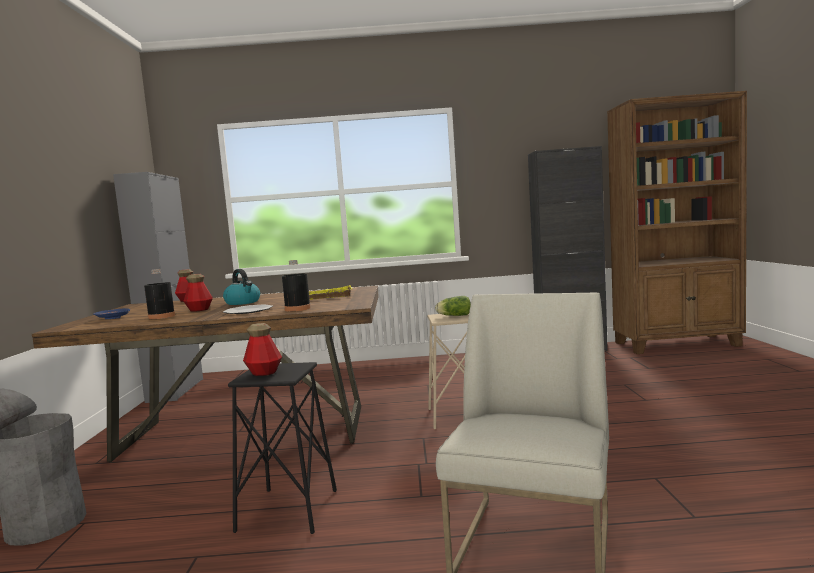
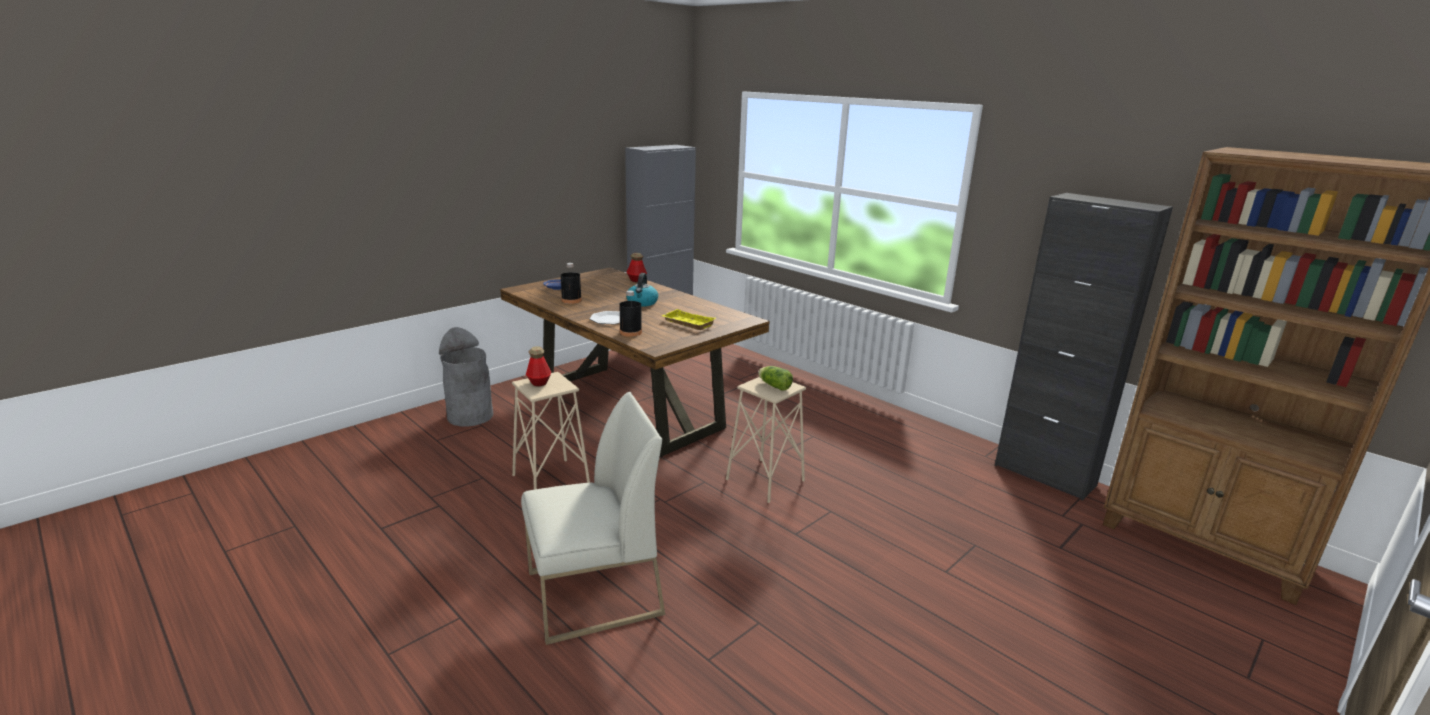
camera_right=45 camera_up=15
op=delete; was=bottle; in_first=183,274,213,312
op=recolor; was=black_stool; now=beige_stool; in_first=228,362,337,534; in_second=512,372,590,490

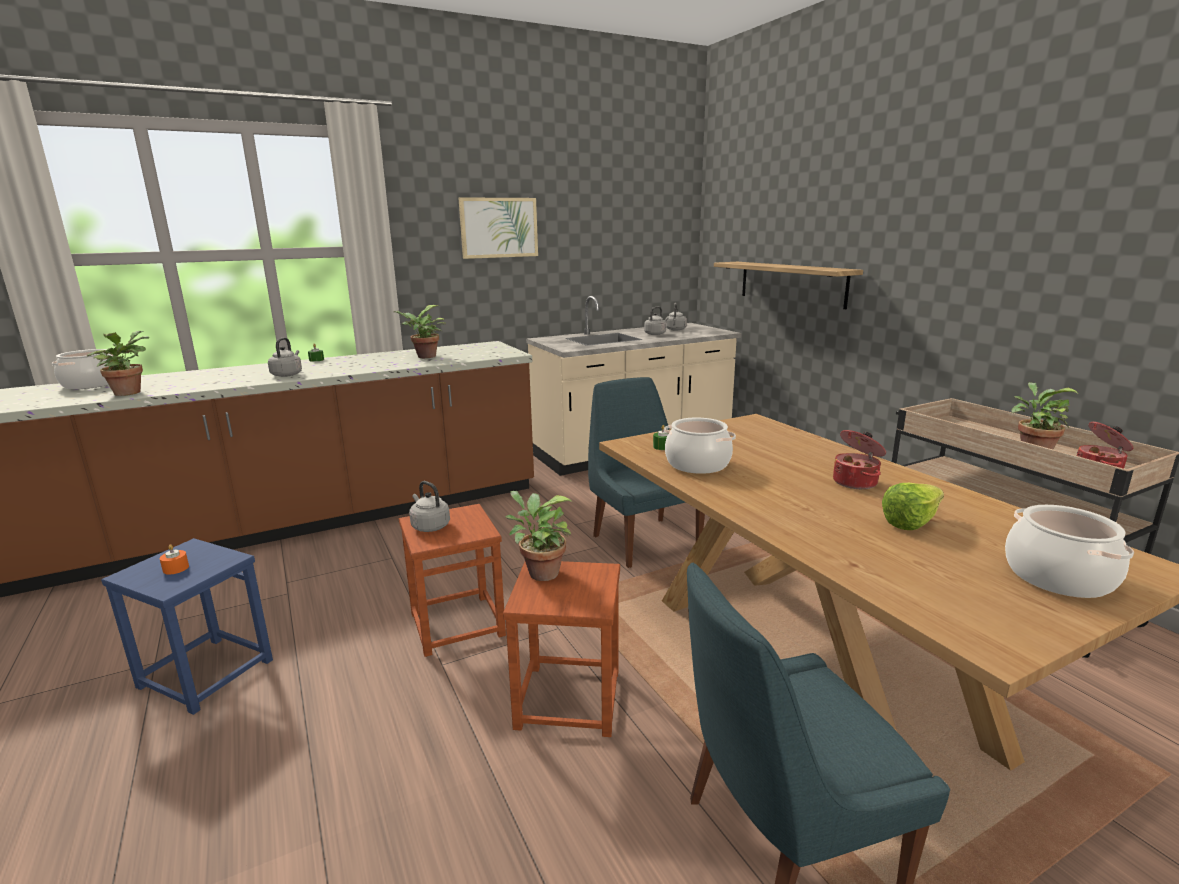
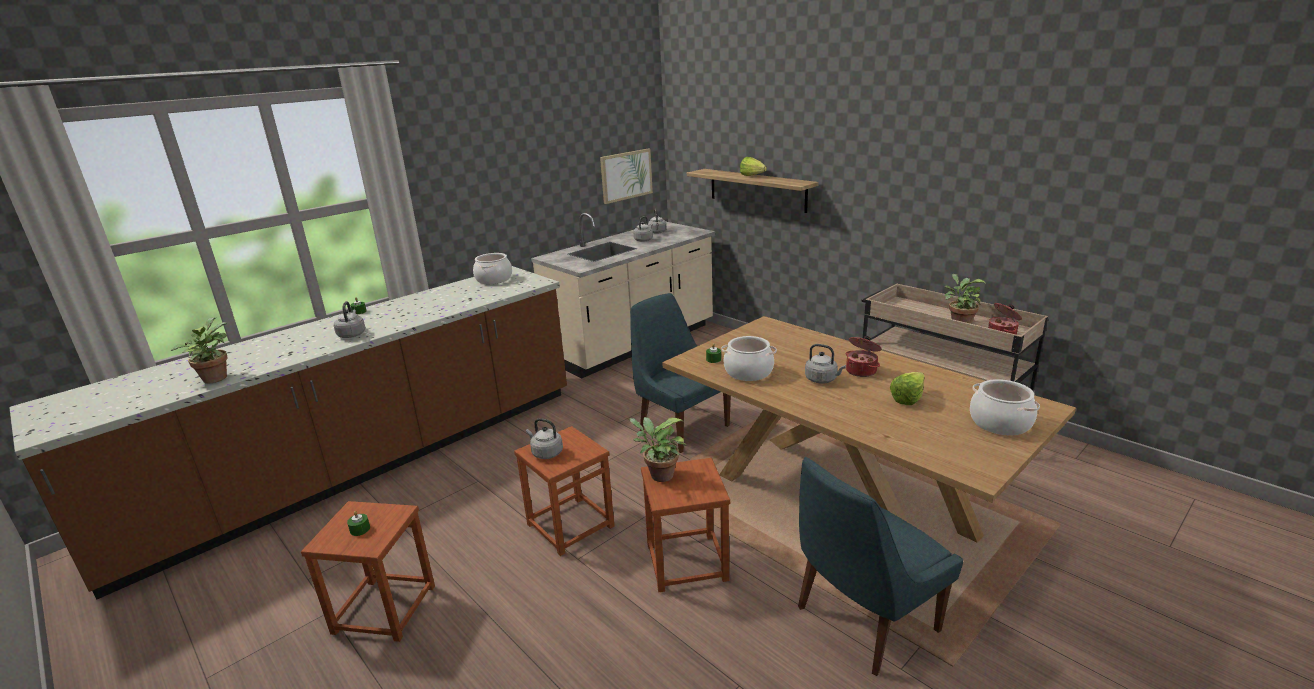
camera_right=-15 camera_up=5
op=move; was=cooking_pot; in_first=52,349,113,389; in_second=473,253,512,284
op=recolor; was=blue_stool; now=brown_stool; in_first=101,538,273,715; in_second=301,501,435,642
op=recolor; was=orange_candle; now=green_candle; in_first=160,544,189,575; in_second=347,511,370,536
op=delete; was=potted_plant; in_first=394,305,446,358
op=move; was=picture; in_first=458,197,538,259; in_second=600,149,653,204
op=insert; now=lettuce; in_second=740,157,767,176
op=insert; now=grey_kettle; in_second=805,344,846,384

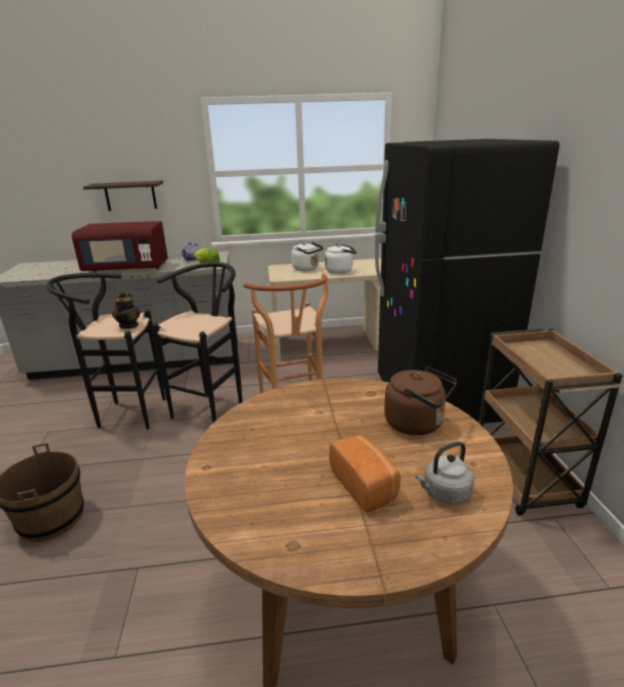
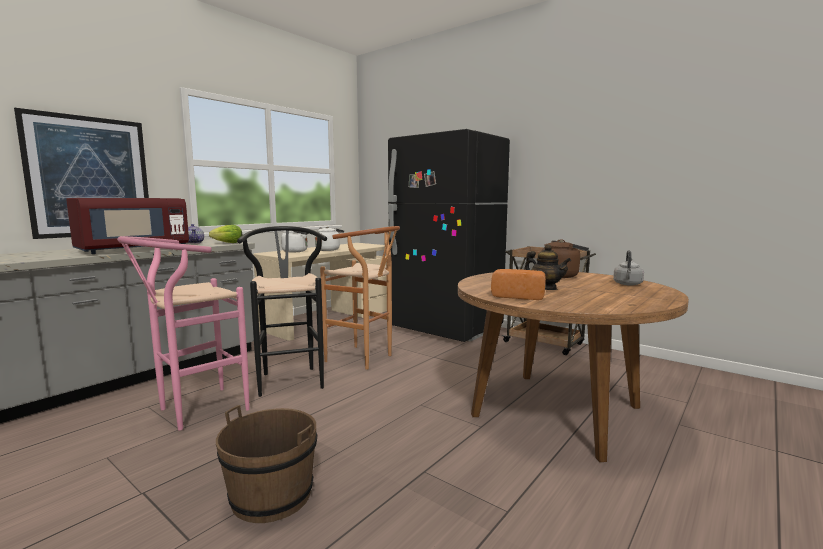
camera_right=-45 camera_up=-15
op=recolor; was=black_stool; now=pink_stool; in_first=46,273,165,429; in_second=117,236,249,430
op=replace; was=shelf; now=picture; in_first=83,181,163,211; in_second=14,108,149,239
op=move; was=teapot; in_first=112,291,140,329; in_second=524,244,571,290
op=move; was=bread; in_first=329,435,401,513; in_second=491,269,546,300

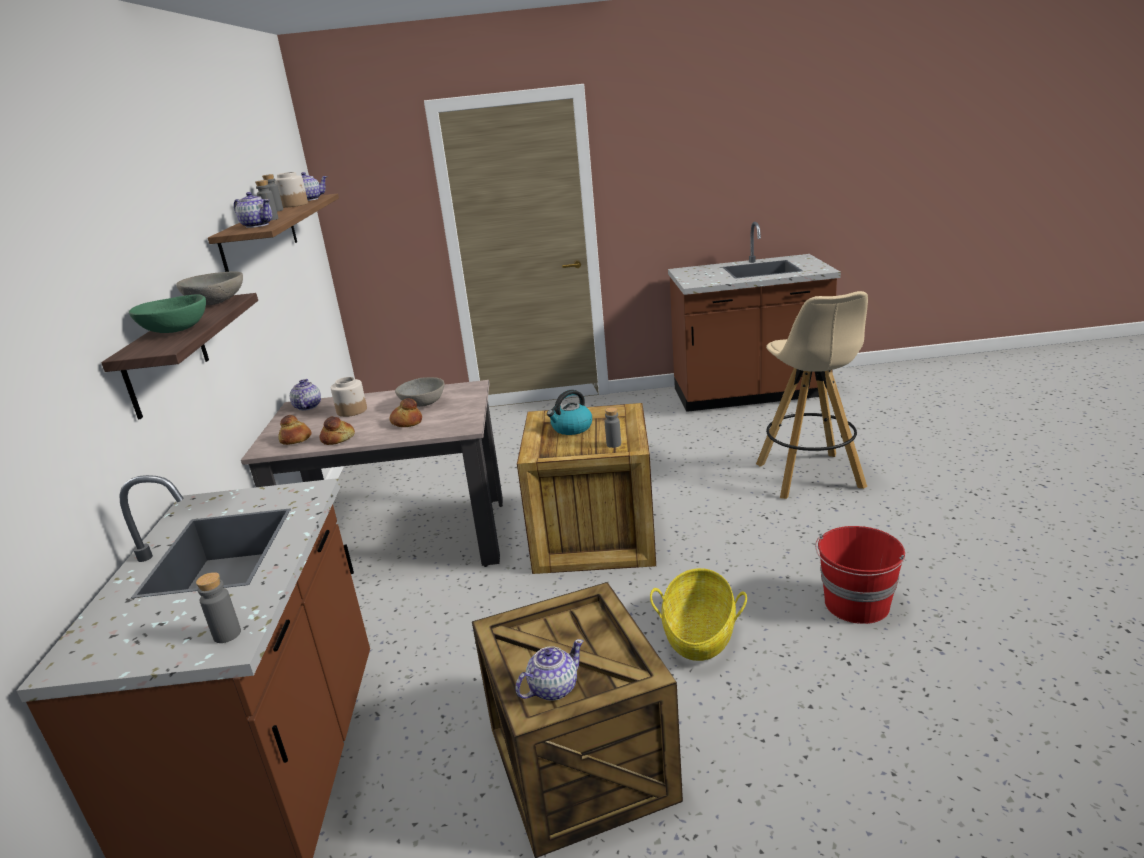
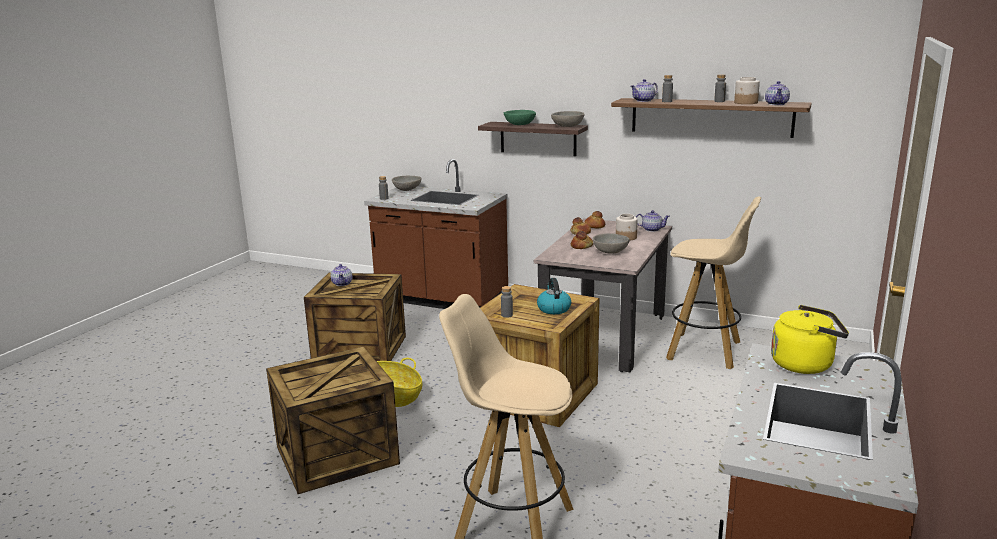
camera_right=115 camera_up=-5
op=replace; was=red_bucket; now=crate; in_first=815,526,905,624; in_second=266,347,400,494
op=insert; now=grey_bowl; in_second=392,176,421,191
op=insert; now=beige_stool; in_second=666,196,761,369
op=insert; now=yellow_kettle; in_second=771,305,849,374

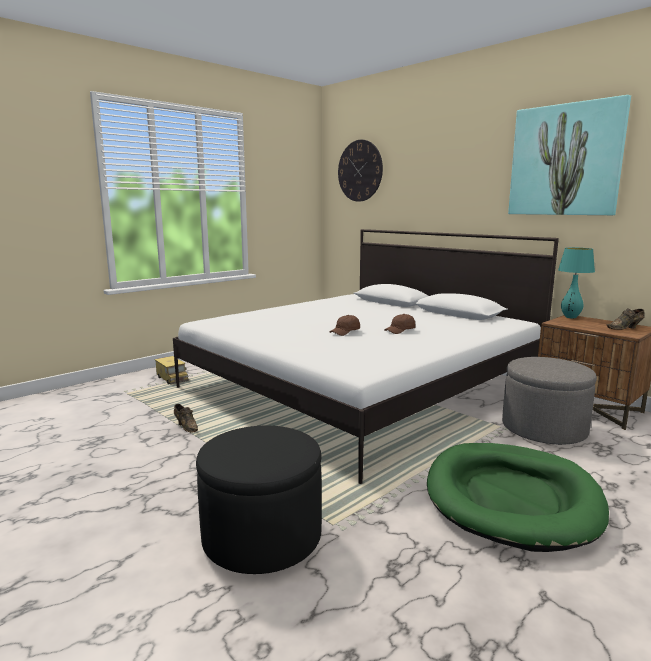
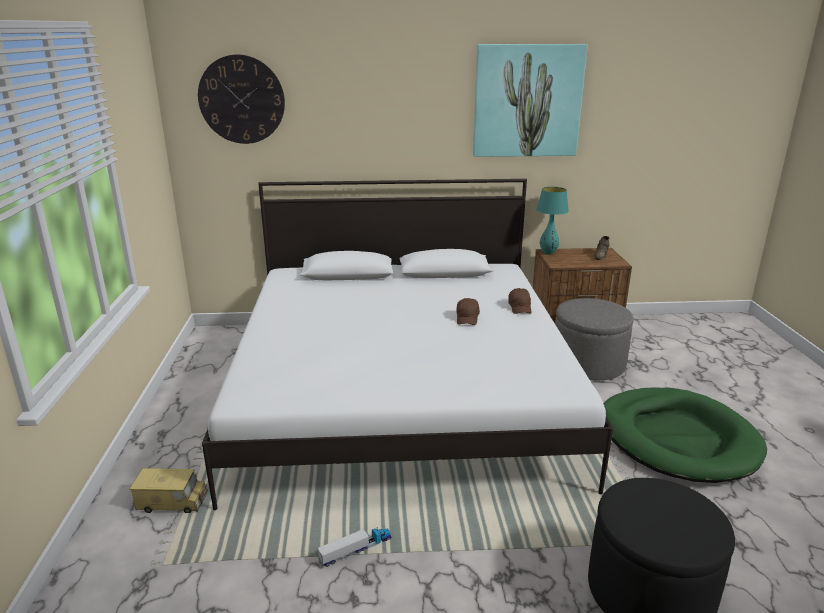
camera_right=-50 camera_up=10
op=replace; was=brown_shoe; now=toy_truck; in_first=174,404,198,432; in_second=317,527,391,567
op=move; was=brown_cap; in_first=330,315,360,336; in_second=508,288,531,314

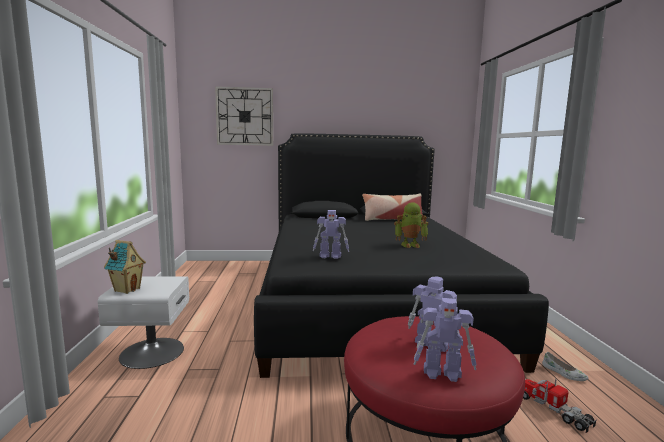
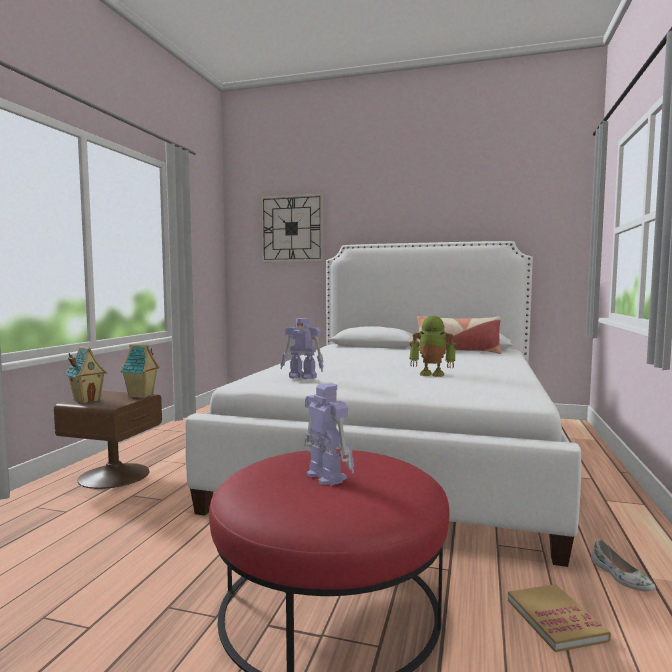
camera_right=20 camera_up=-5
op=recolor; was=white_nightstand; now=brown_nightstand; in_first=98,276,189,369; in_second=54,391,162,489
op=recolor; was=black_bed; now=white_bed; in_first=254,134,549,378; in_second=185,241,581,567
op=delete; was=toy_robot; in_first=414,298,477,382
op=replace; was=toy_truck; now=book; in_first=523,378,596,434; in_second=508,584,611,652
op=insert; now=toy_house; in_second=120,344,160,398

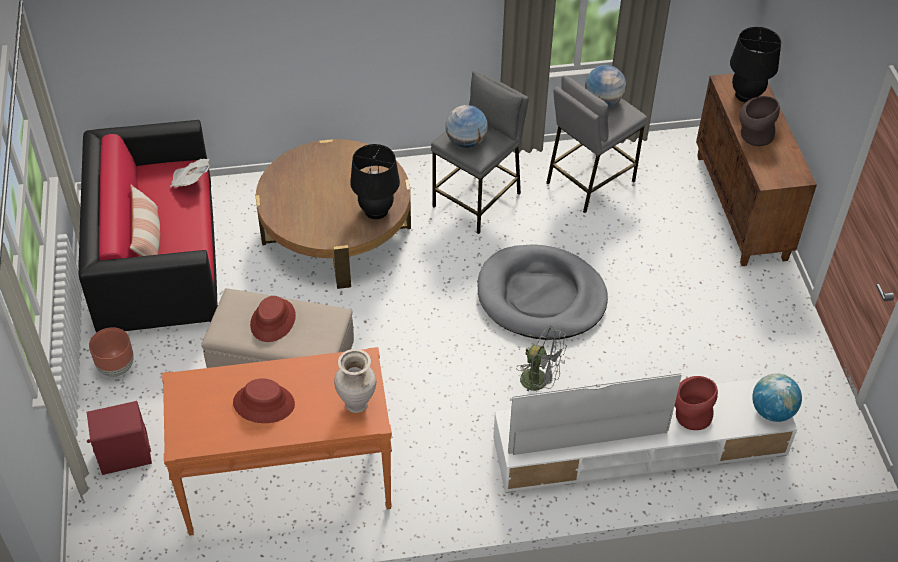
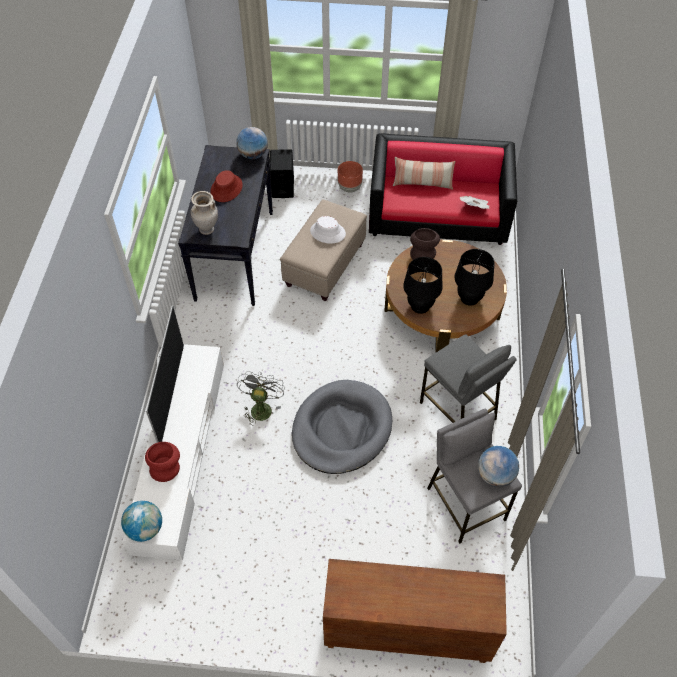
camera_right=105 camera_up=5
op=recolor; was=red_speaker; now=black_speaker; in_first=87,401,152,475; in_second=270,149,294,198
op=recolor; was=orange_console_table; now=black_console_table; in_first=162,347,392,536; in_second=178,145,273,306
op=recolor; was=red_hat; now=white_hat; in_first=250,296,296,342; in_second=310,216,346,244
op=move; was=globe; in_first=445,105,488,148; in_second=236,127,268,159
op=rotate; was=grey_fan; in_first=516,326,567,392; in_second=237,371,285,426; clockwise=150
op=move; was=black_table_lamp; in_first=730,27,781,103; in_second=455,249,494,306
op=move; was=brown_vase; in_first=739,96,780,146; in_second=410,228,440,260

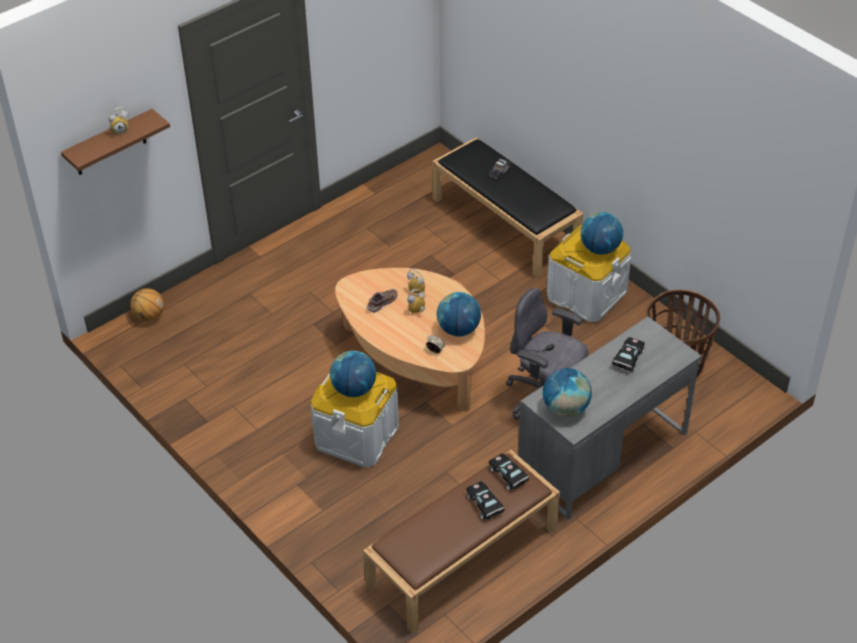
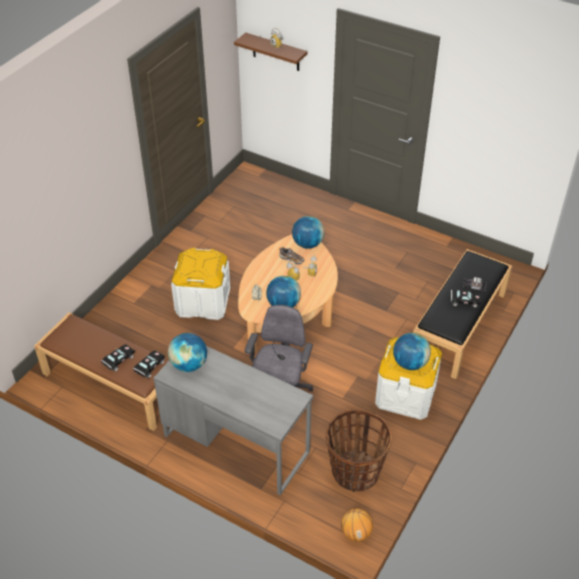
camera_right=70 camera_up=0
op=move; was=basketball; in_first=130,288,164,321; in_second=341,508,373,542
op=move; was=globe; in_first=330,351,376,397; in_second=292,216,324,249
op=move; was=black_toy_car; in_first=612,337,645,372; in_second=450,290,481,307

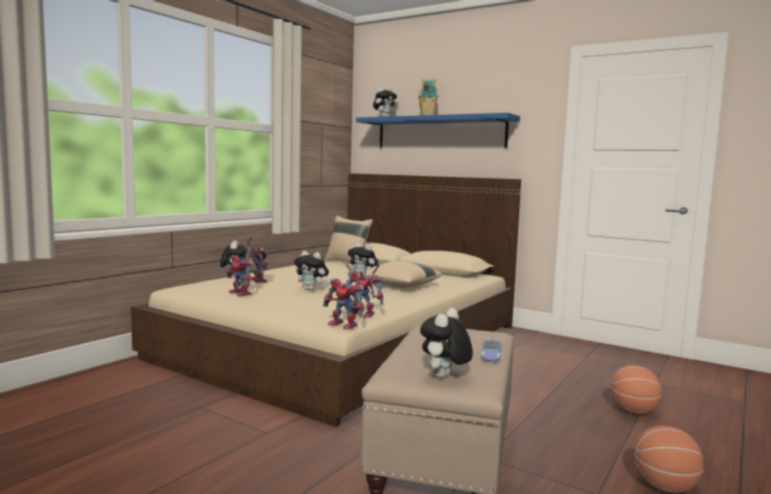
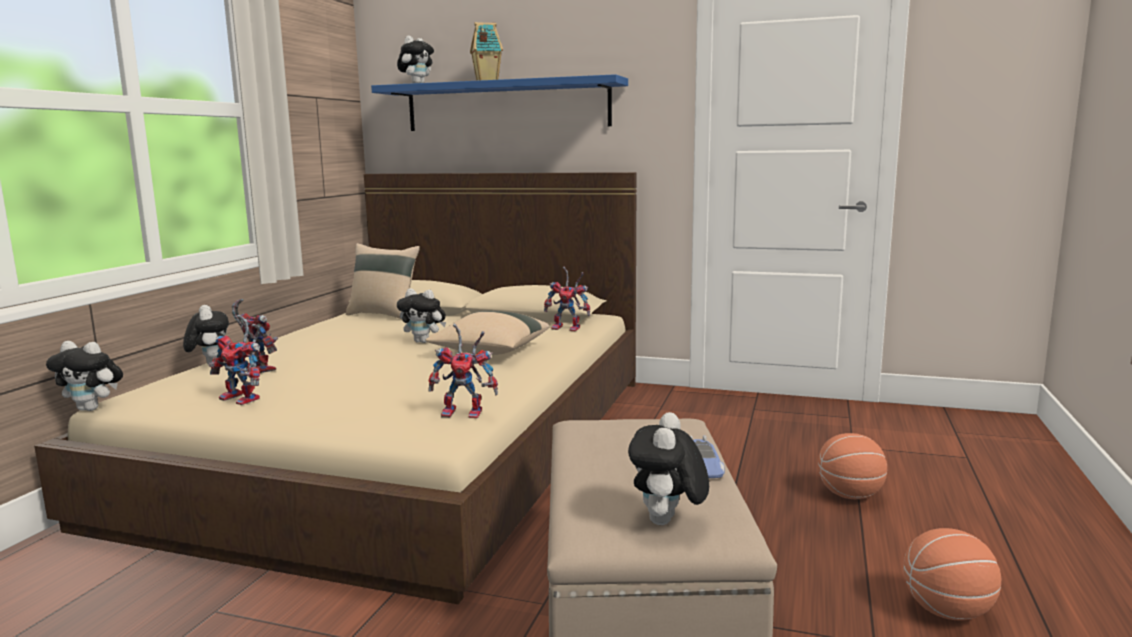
camera_right=-15 camera_up=5
op=move; was=plush_toy; in_first=294,251,329,291; in_second=46,341,123,411
op=move; was=toy_robot; in_first=323,264,364,330; in_second=544,266,590,331

